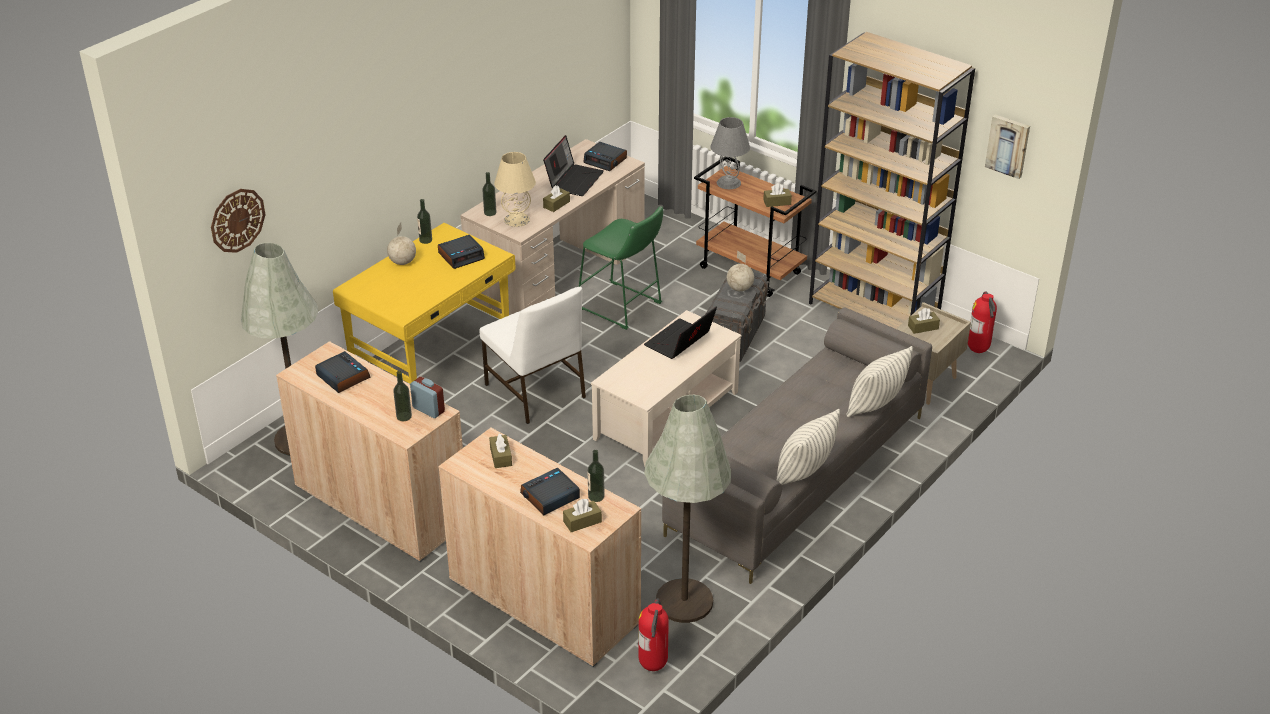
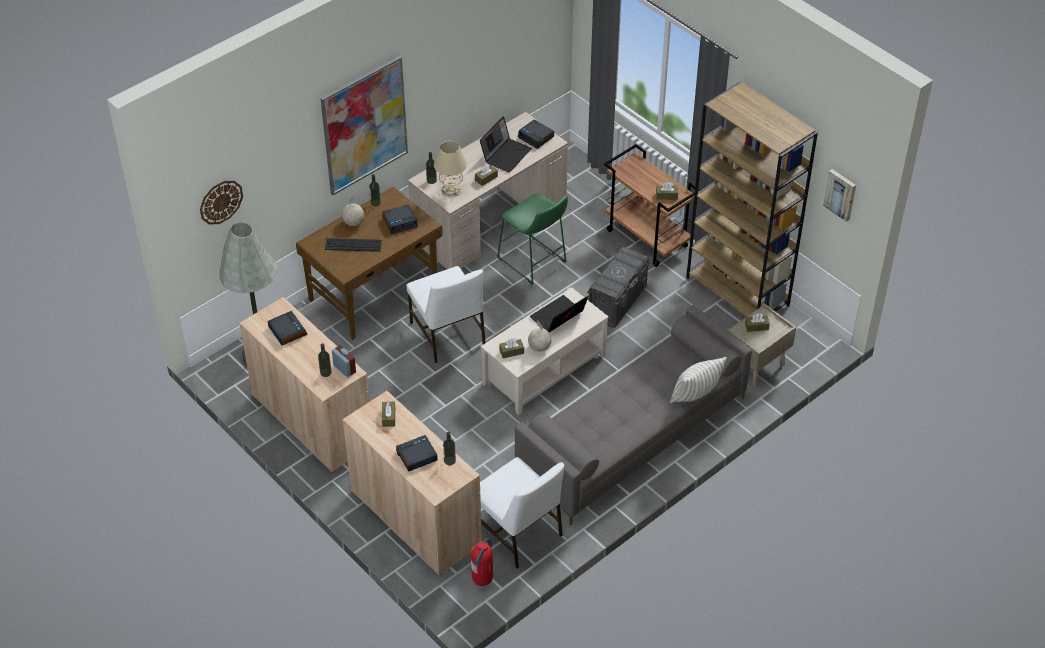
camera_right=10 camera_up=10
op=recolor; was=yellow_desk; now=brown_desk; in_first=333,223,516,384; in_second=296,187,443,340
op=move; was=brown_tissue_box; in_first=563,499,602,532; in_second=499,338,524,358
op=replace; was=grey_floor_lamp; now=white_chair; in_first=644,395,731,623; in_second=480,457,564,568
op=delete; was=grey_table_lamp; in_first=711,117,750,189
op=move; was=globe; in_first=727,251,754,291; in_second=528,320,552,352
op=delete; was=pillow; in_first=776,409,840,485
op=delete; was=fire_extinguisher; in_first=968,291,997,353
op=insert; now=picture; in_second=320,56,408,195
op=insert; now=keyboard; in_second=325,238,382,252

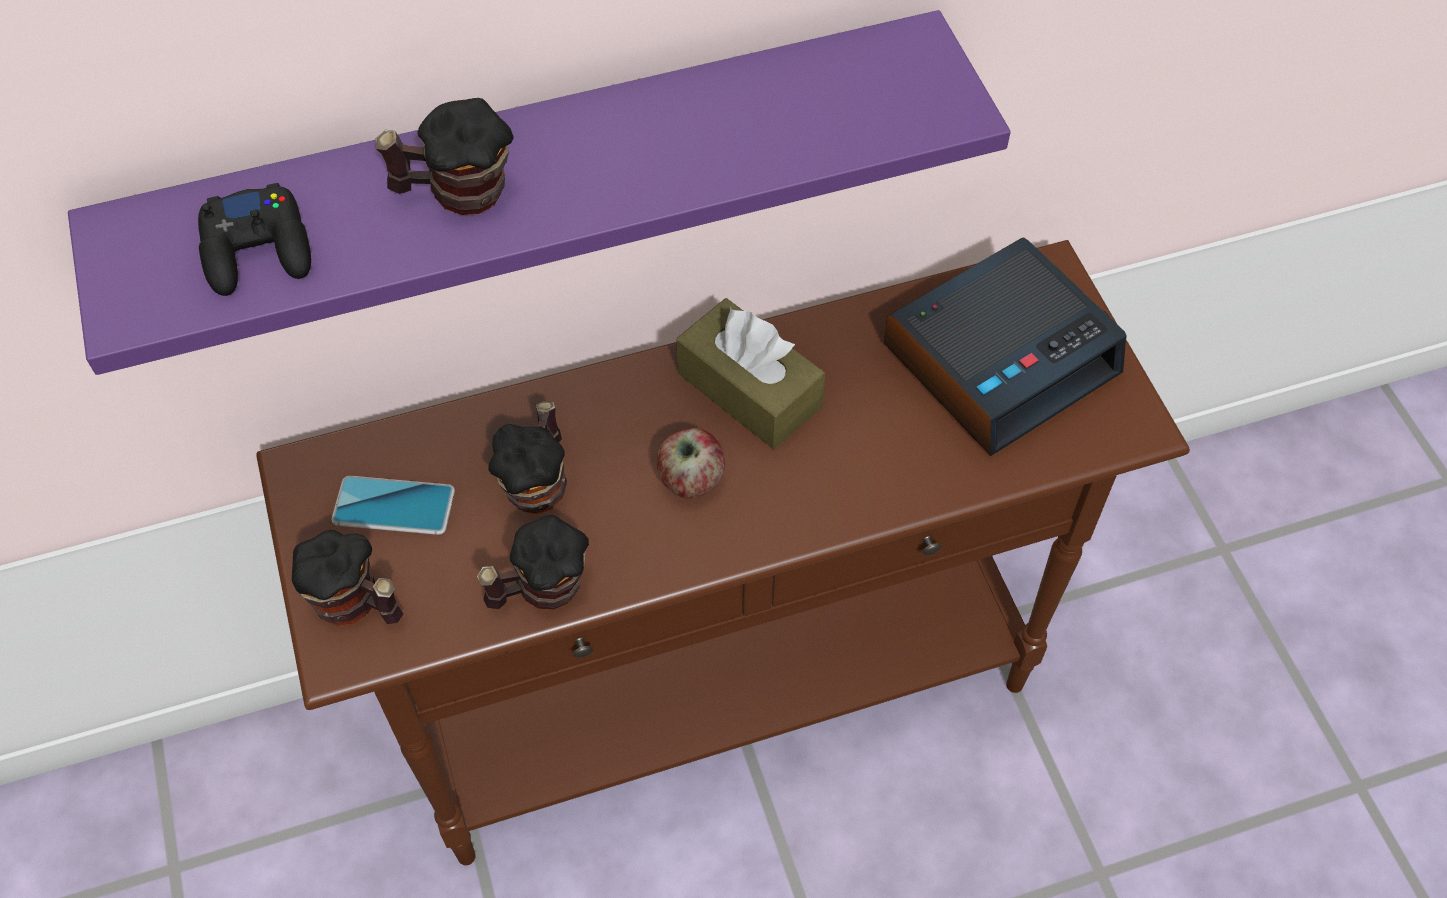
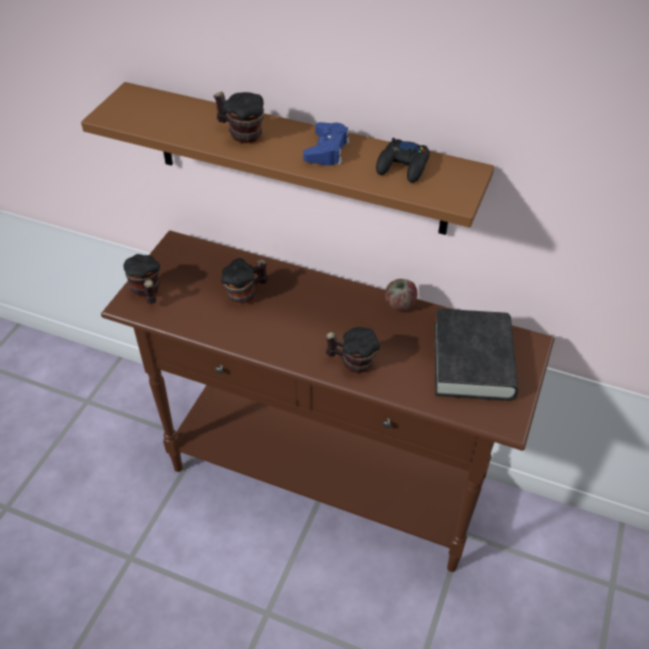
camera_right=40 camera_up=-10
op=recolor; was=purple_shelf; now=brown_shelf; in_first=68,10,1011,375; in_second=81,82,494,235
op=move; was=black_game_controller; in_first=198,183,311,296; in_second=376,138,430,183
op=delete; was=phone; in_first=332,476,455,535
op=move; was=mug; in_first=477,515,589,610; in_second=325,327,380,373
op=move; was=apple; in_first=657,428,725,498; in_second=385,279,417,311
op=delete; was=brown_tissue_box; in_first=676,298,825,449
op=replace; was=alarm_clock; now=black_book; in_first=884,237,1127,456; in_second=435,309,518,401
op=insert; now=blue_game_controller; in_second=303,122,349,166

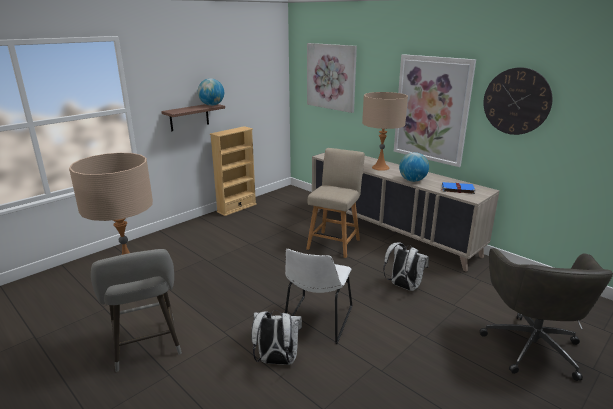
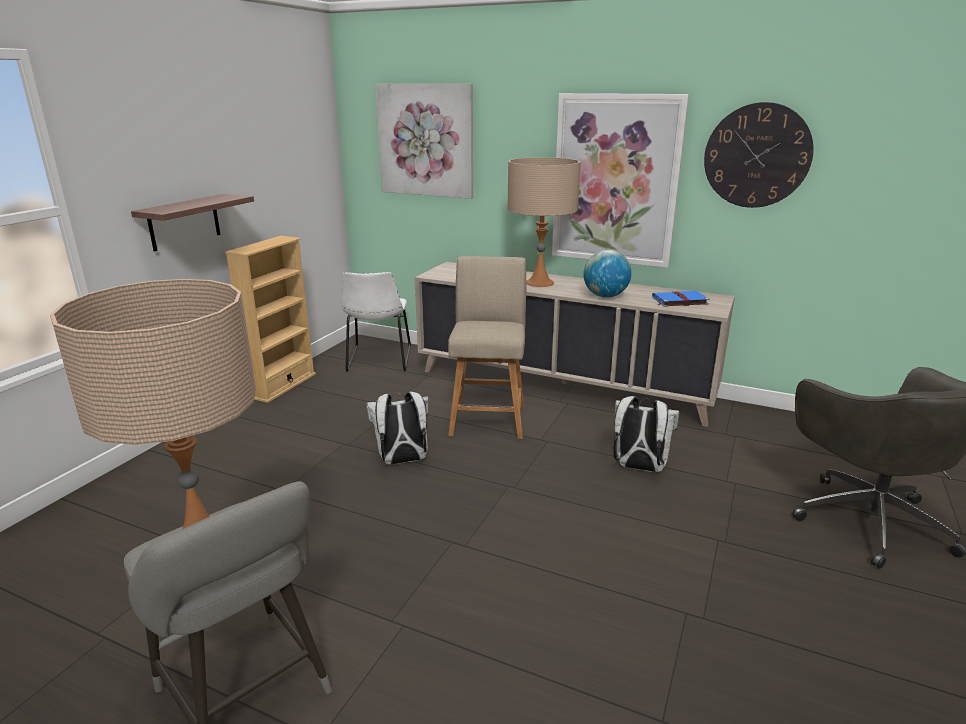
camera_right=-20 camera_up=0
op=delete; was=globe; in_first=198,78,224,106
op=move; was=white_backpack; in_first=252,310,302,365; in_second=366,392,429,465
op=move; was=white_chair; in_first=285,249,353,344; in_second=342,272,411,372

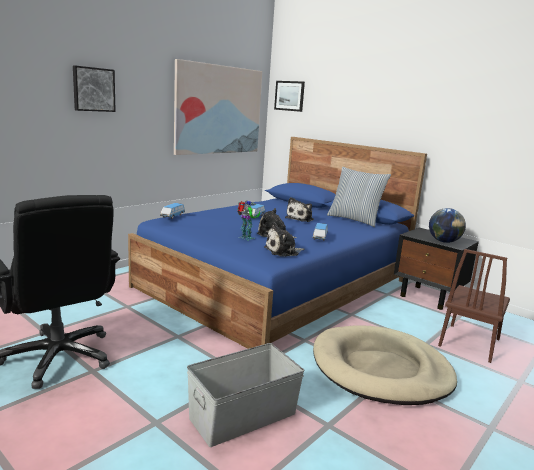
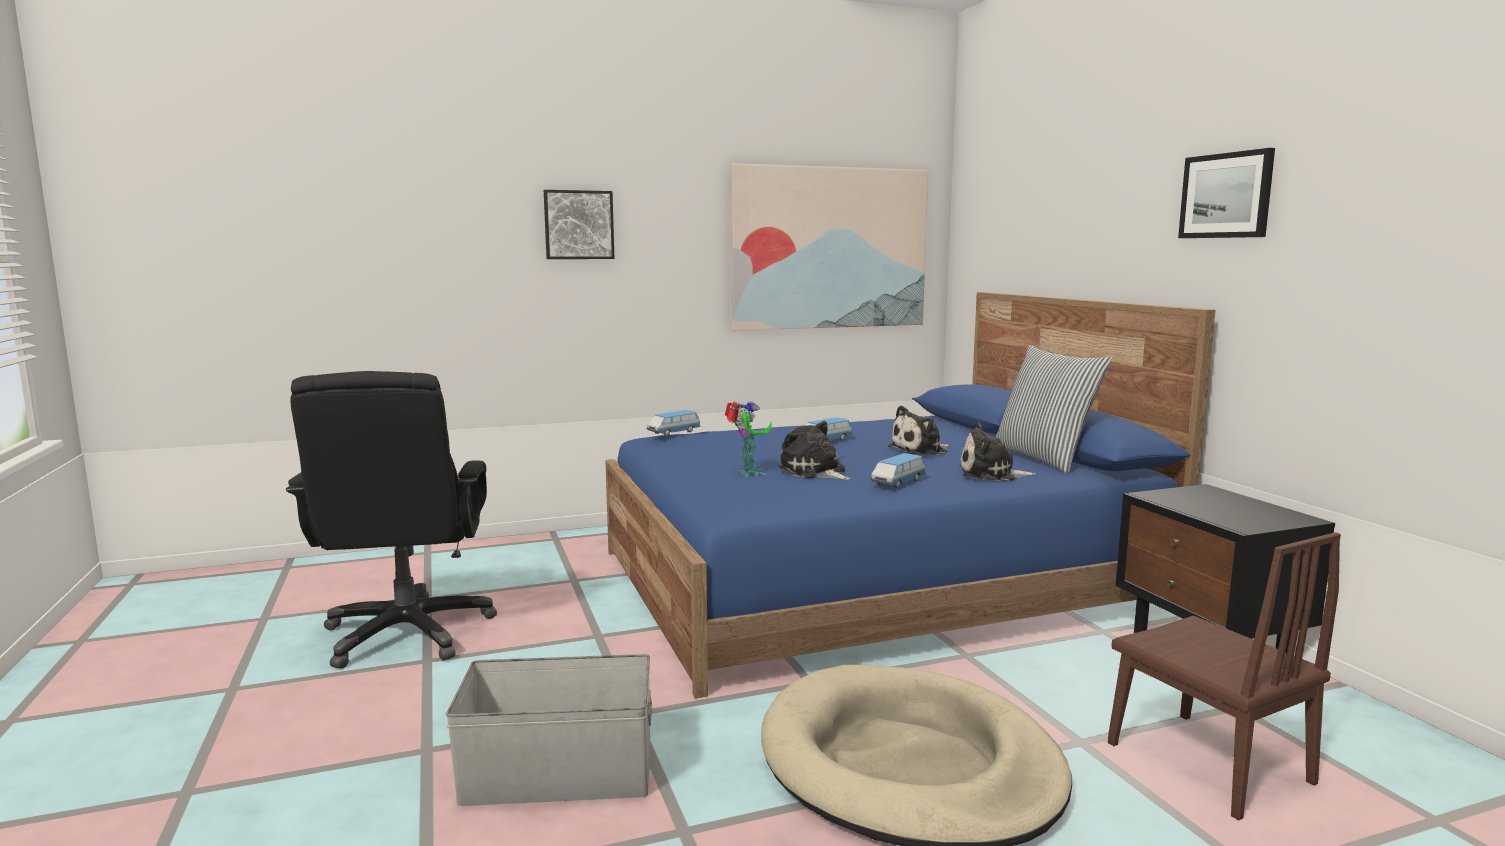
camera_right=30 camera_up=-5
op=move; was=plush_toy; in_first=264,222,305,257; in_second=960,422,1036,481
op=move; was=picture; in_first=274,81,305,112; in_second=1178,148,1275,238
op=delete; was=globe; in_first=429,208,466,243
op=rotate; was=brown_chair; in_first=438,249,510,363; in_second=1108,532,1341,820; clockwise=-90

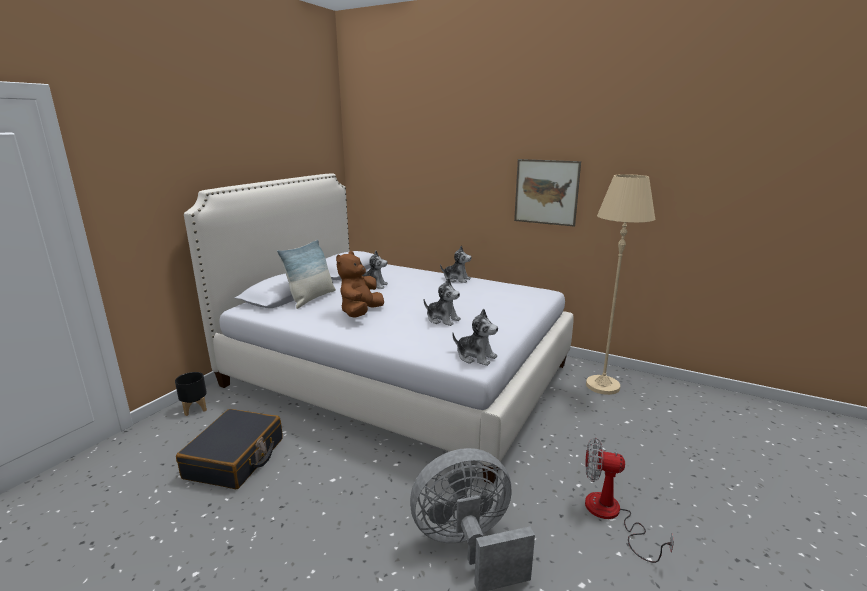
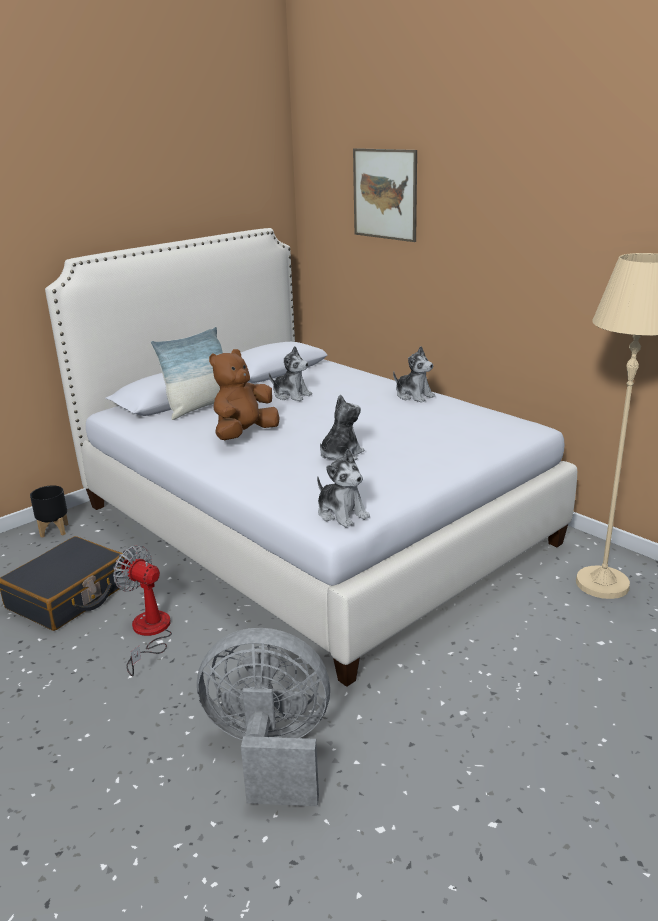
camera_right=20 camera_up=5
op=rotate; was=plush_toy; in_first=424,278,461,326; in_second=320,395,364,460; clockwise=-105
op=move; was=picture; in_first=514,159,581,227; in_second=353,148,417,242
op=move; was=fan; in_first=585,438,674,563; in_second=113,545,172,676

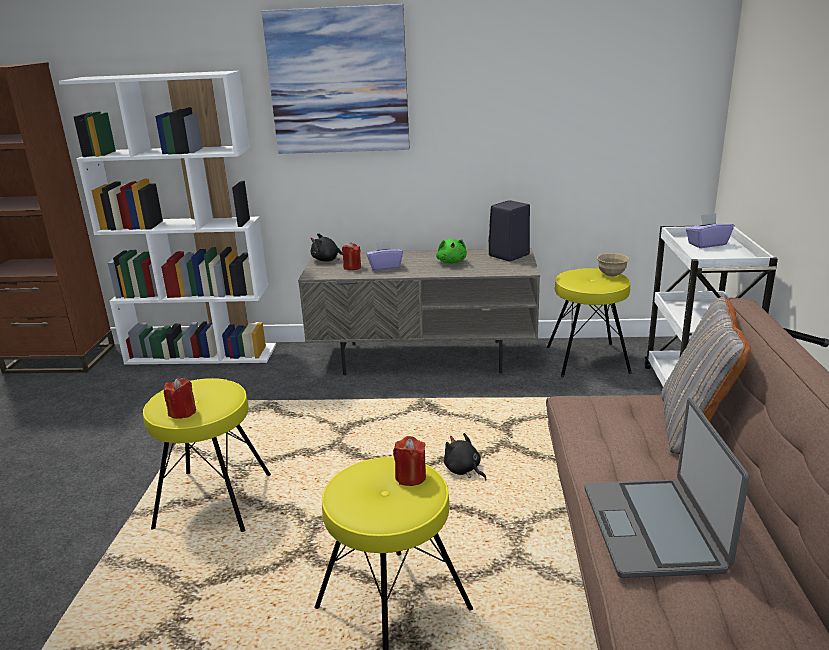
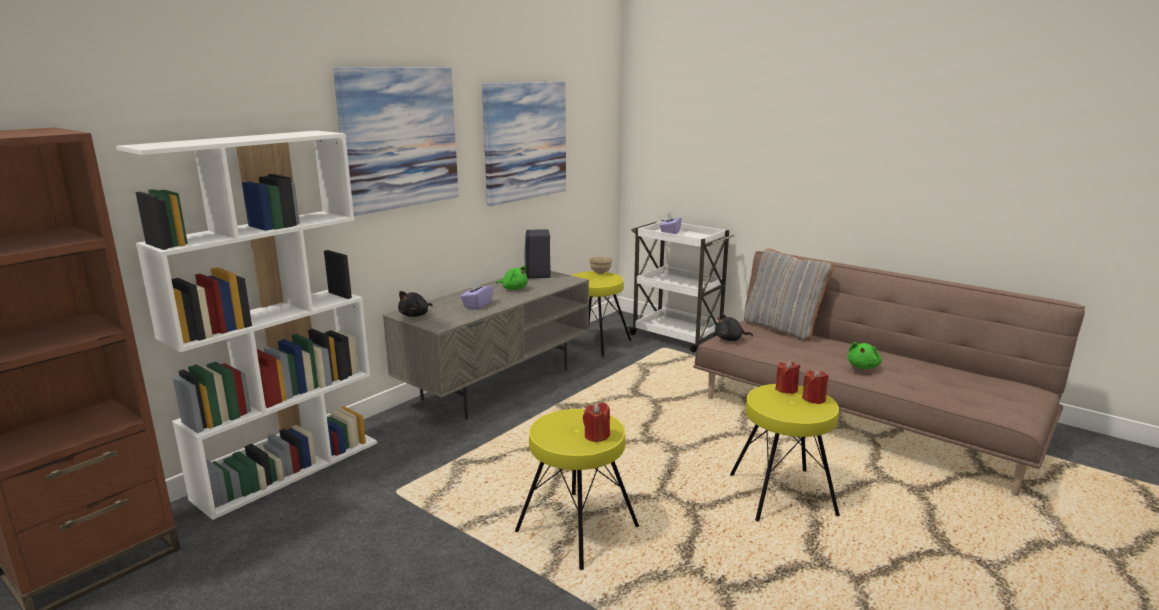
camera_right=-55 camera_up=-5
op=move; was=red_candle; in_first=342,242,361,270; in_second=802,369,829,404
op=move; was=black_plush_toy; in_first=444,433,487,481; in_second=715,313,753,341
op=replace; was=laptop; now=green_plush_toy; in_first=585,398,749,578; in_second=848,342,882,369
op=insert; now=picture; in_second=482,81,566,206

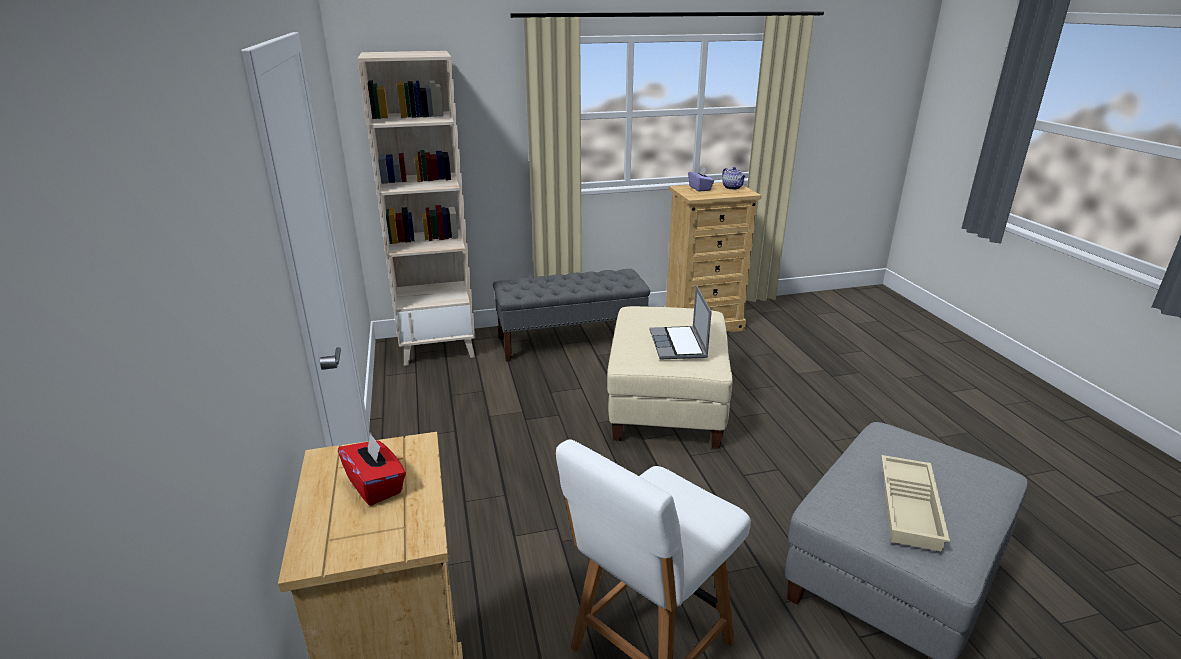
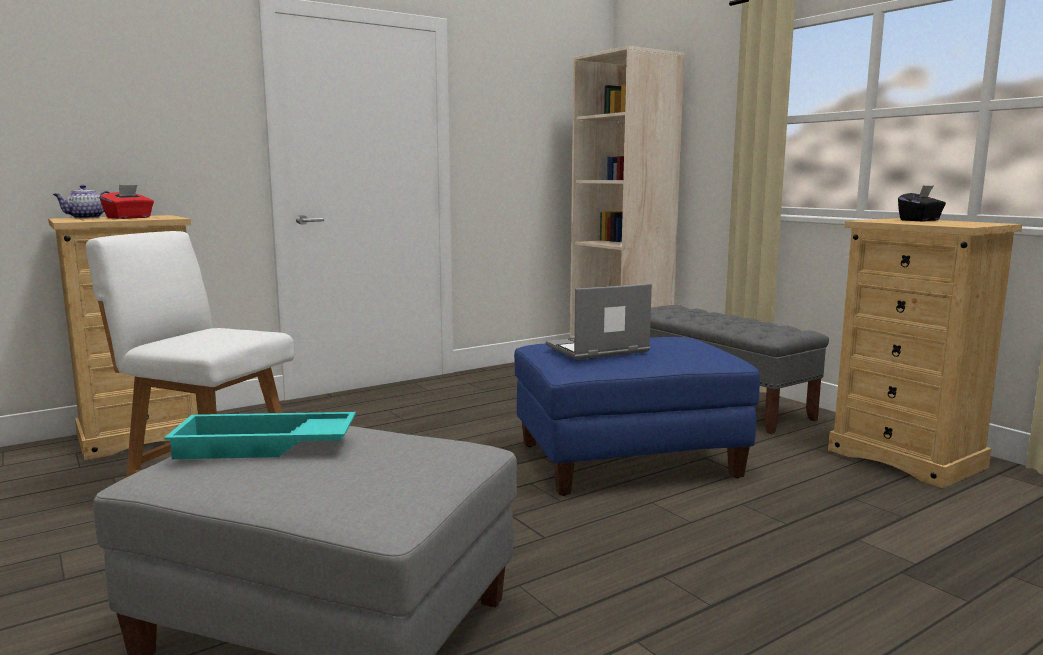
camera_right=70 camera_up=-15
op=recolor; was=beige_ottoman; now=blue_ottoman; in_first=607,306,733,448; in_second=514,337,760,496
op=recolor; was=purple_tissue_box; now=black_tissue_box; in_first=688,166,714,192; in_second=898,185,946,222
op=move; was=teapot; in_first=722,167,746,190; in_second=53,185,110,219
op=recolor; was=beige_tray; now=turquoise_tray; in_first=881,455,950,552; in_second=164,412,356,459

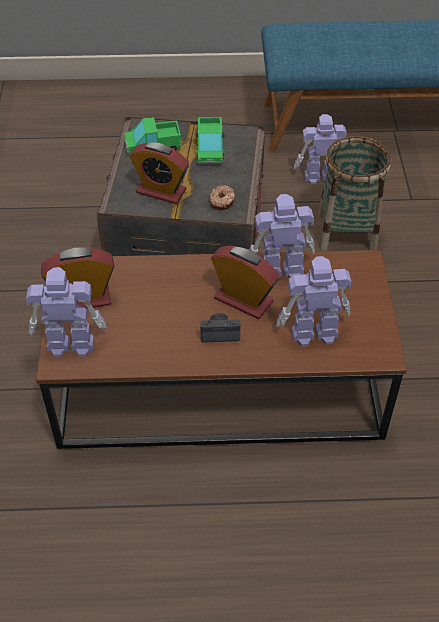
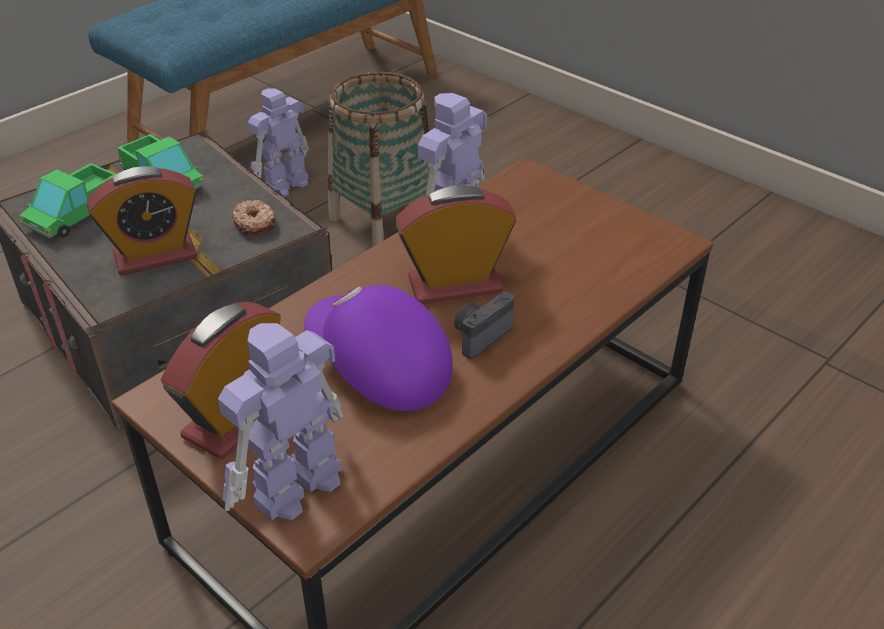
camera_right=-45 camera_up=-10
op=delete; was=toy_robot; in_first=276,256,352,346
op=insert; now=purple_cap; in_second=304,285,453,411

